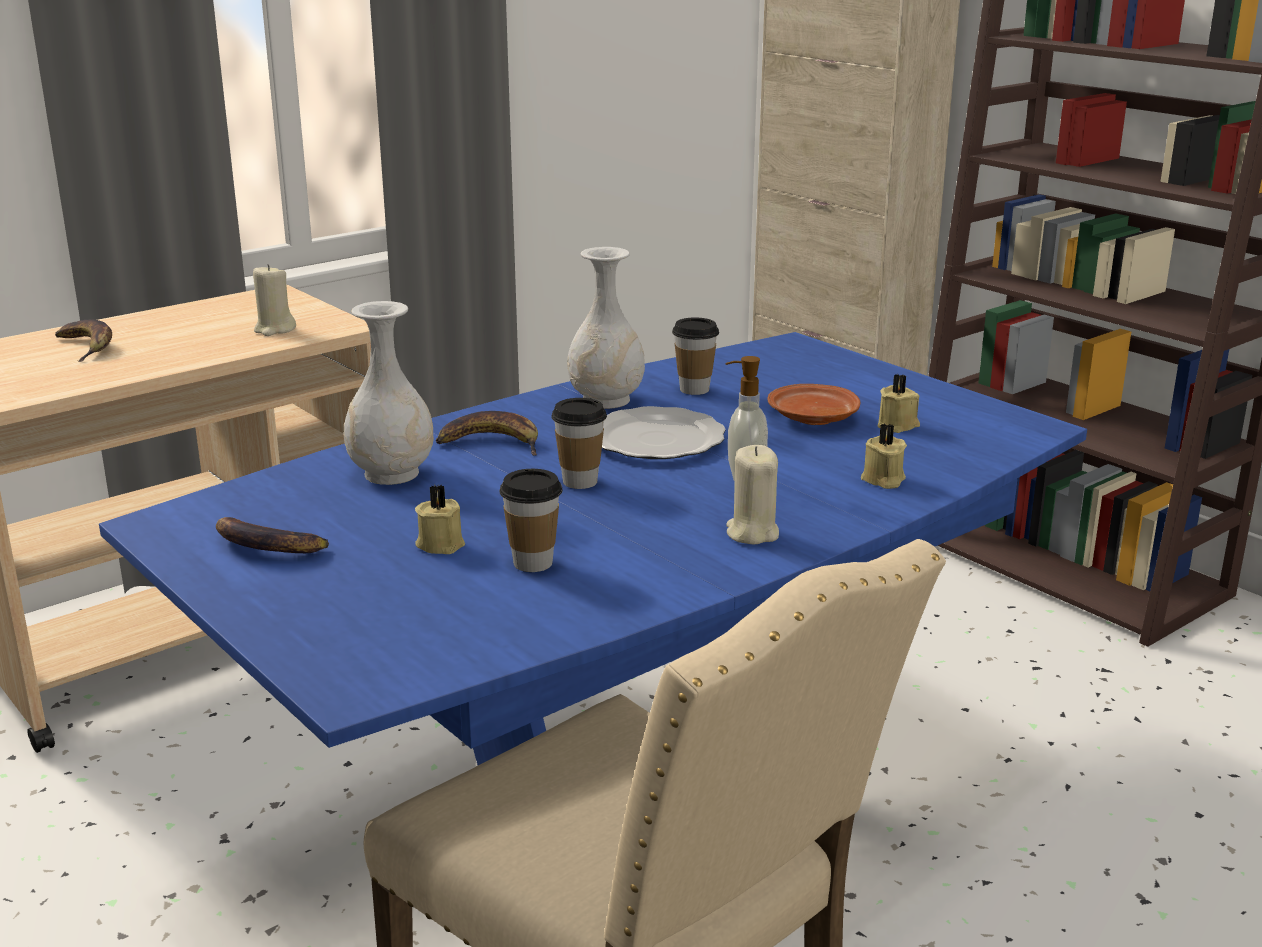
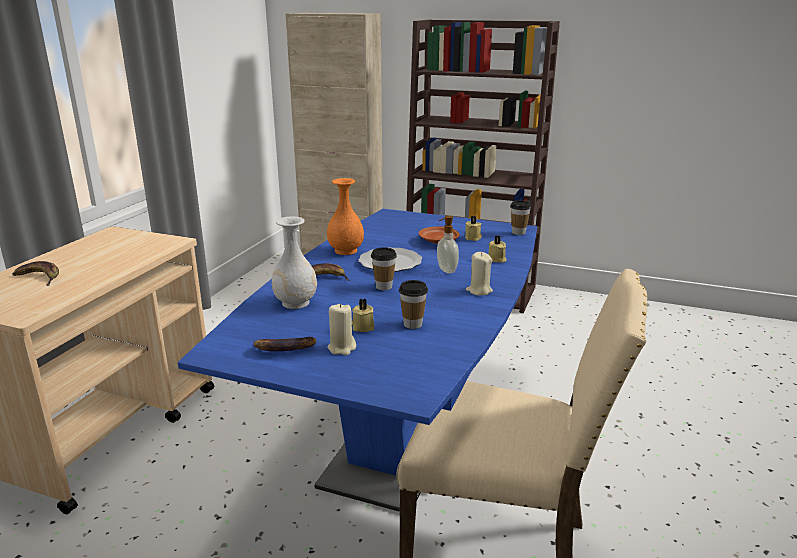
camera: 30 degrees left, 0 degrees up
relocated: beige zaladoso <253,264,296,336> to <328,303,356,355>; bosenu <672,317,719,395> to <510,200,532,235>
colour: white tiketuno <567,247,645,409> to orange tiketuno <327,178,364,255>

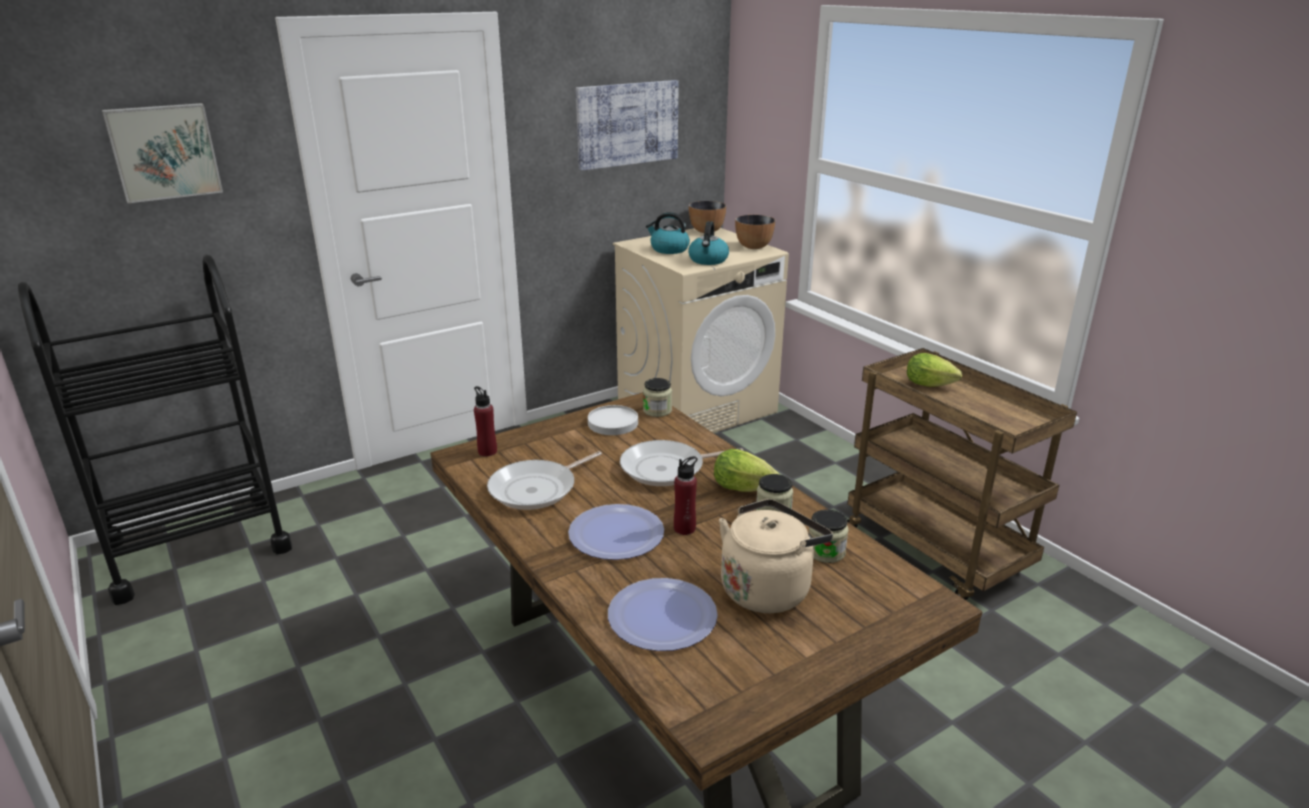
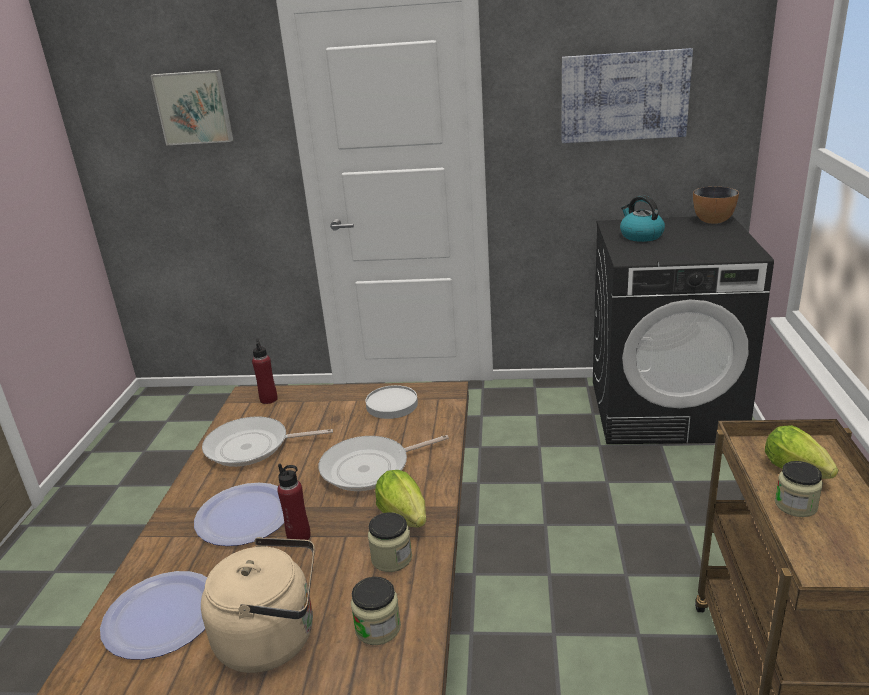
camera: 40 degrees right, 0 degrees up
missing: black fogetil <18,255,292,605>; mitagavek <688,221,729,265>; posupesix <735,215,775,249>
relocated: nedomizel <643,378,672,417> to <775,461,823,517>
colour: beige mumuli <613,228,789,433> to black mumuli <593,216,774,444>
spun: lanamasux <620,440,744,486> = <319,435,449,491> 45 degrees counterclockwise

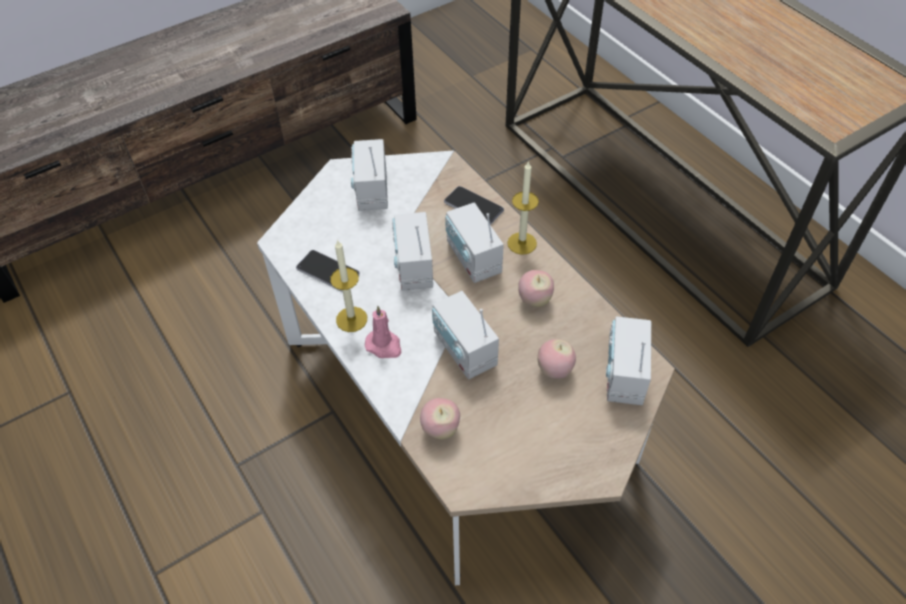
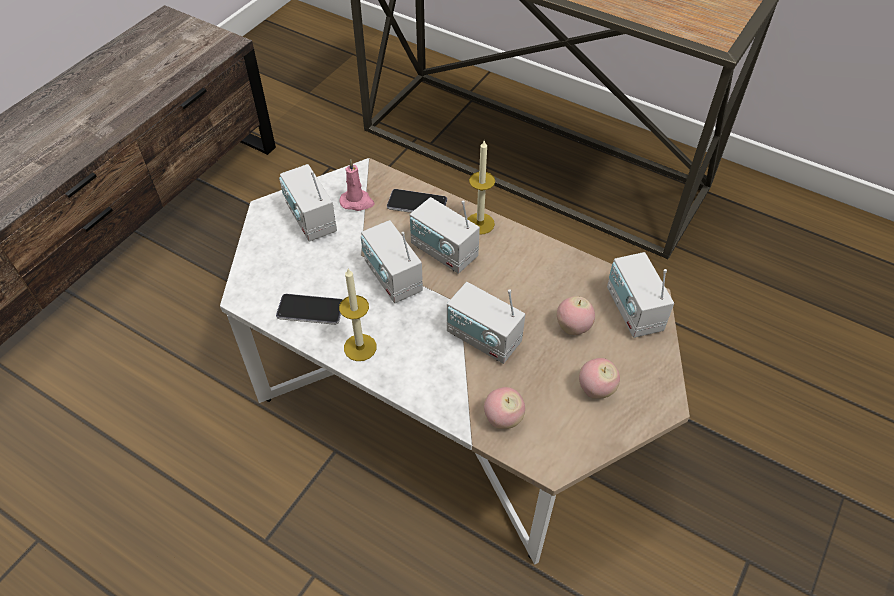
camera: 25 degrees left, 0 degrees up
relocated: pink zaladoso <365,306,402,358> to <339,159,375,211>; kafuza <518,270,554,307> to <579,358,620,399>

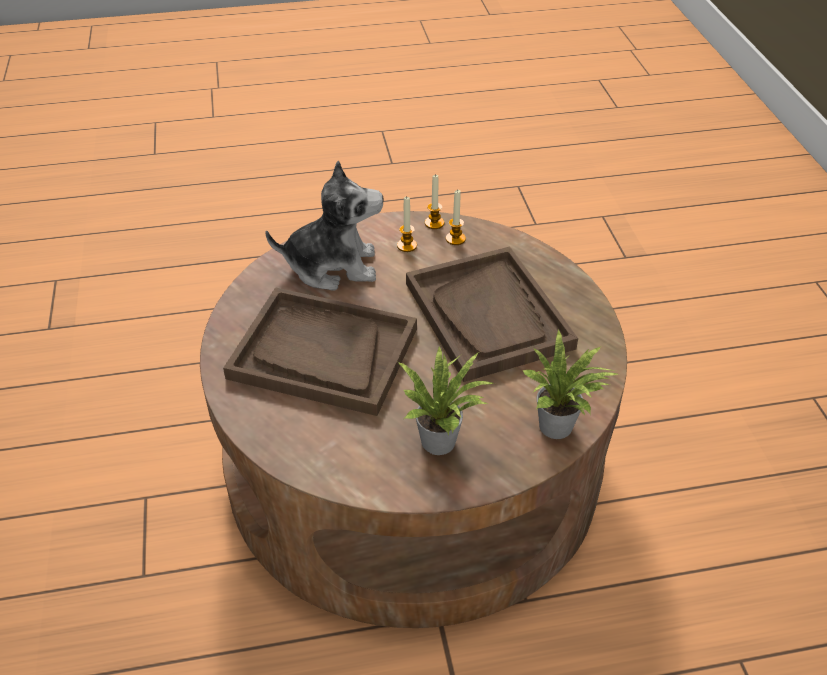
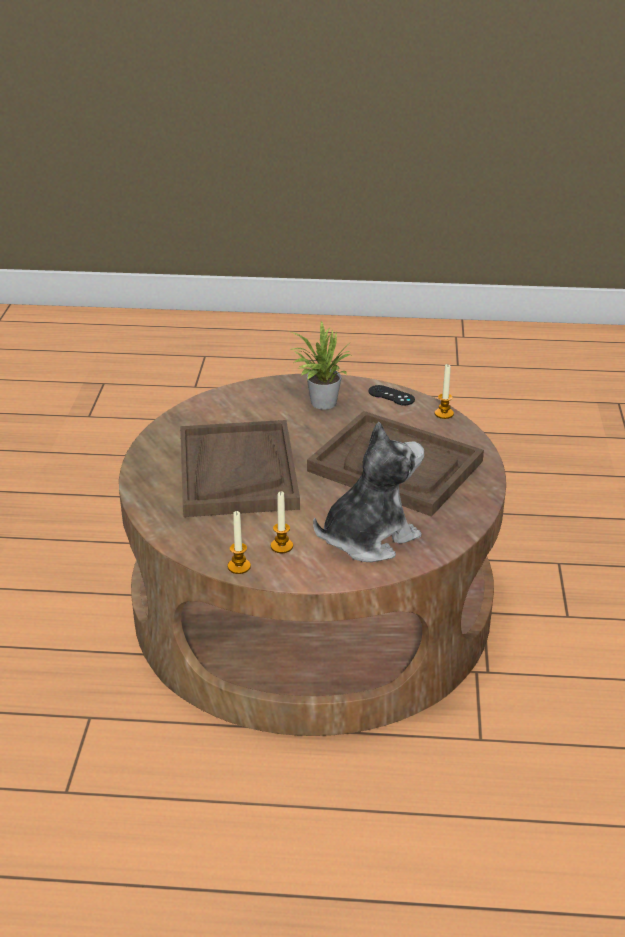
camera: 165 degrees left, 10 degrees down
missing: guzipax <523,330,618,439>
appeared: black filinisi <369,385,415,405>
relocated: zaladoso <446,189,466,245> to <435,364,454,419>
spun: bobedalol <265,161,384,290> = <313,422,424,562> 135 degrees clockwise

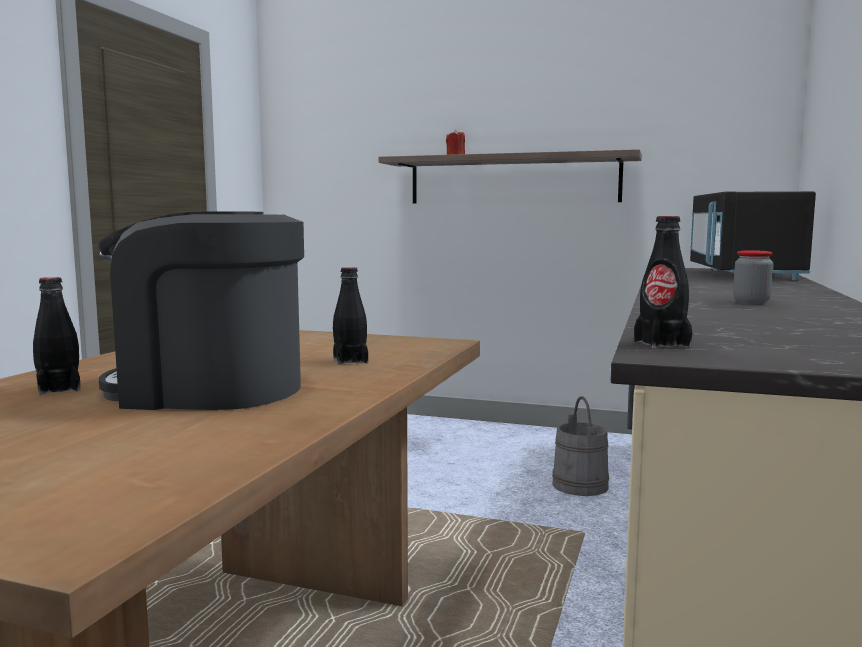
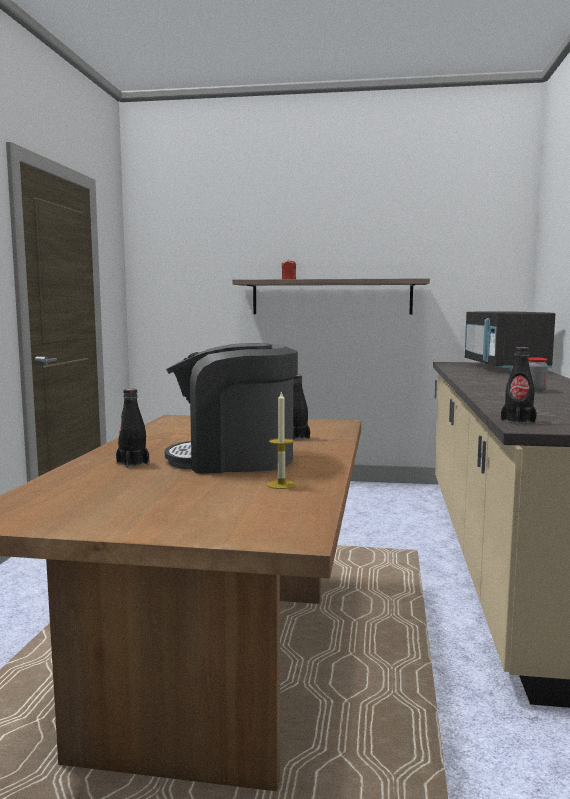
camera: 10 degrees left, 0 degrees up
missing: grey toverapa <552,396,609,496>
appeared: zaladoso <267,390,296,489>

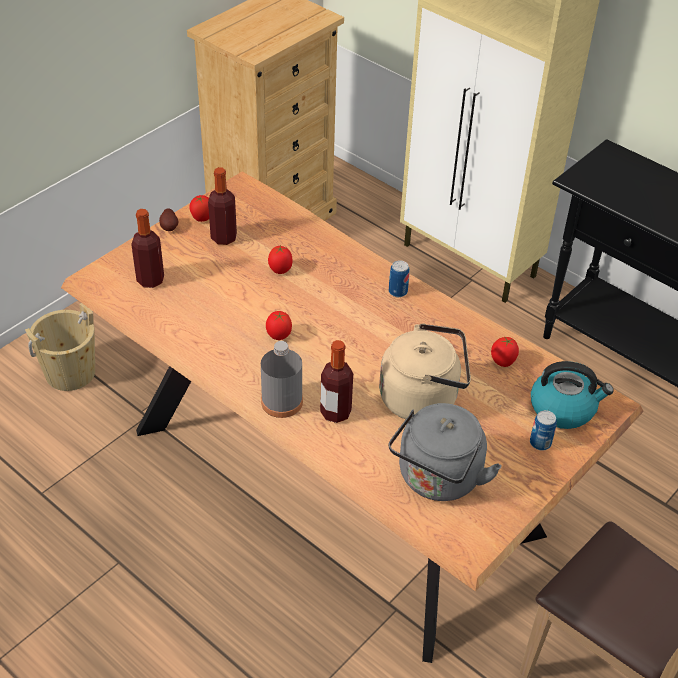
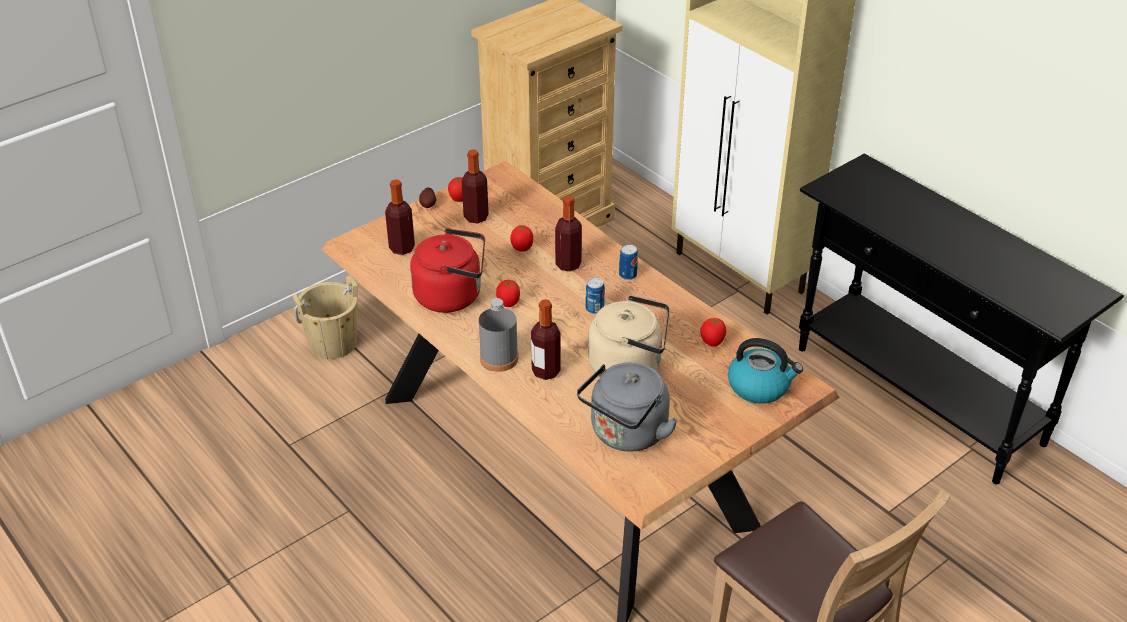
camera: 10 degrees right, 5 degrees down
appeared: red mitagavek <410,228,485,313>; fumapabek <555,195,582,271>
relocated: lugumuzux <530,410,557,450> to <586,278,605,314>

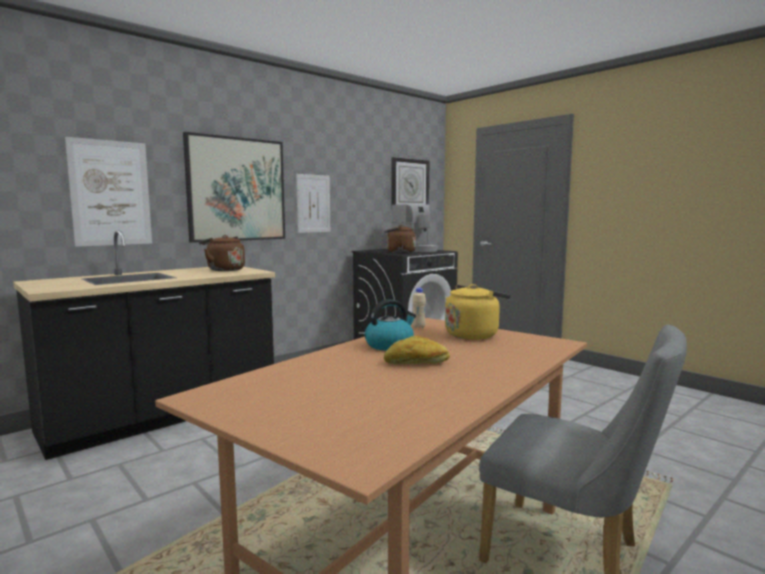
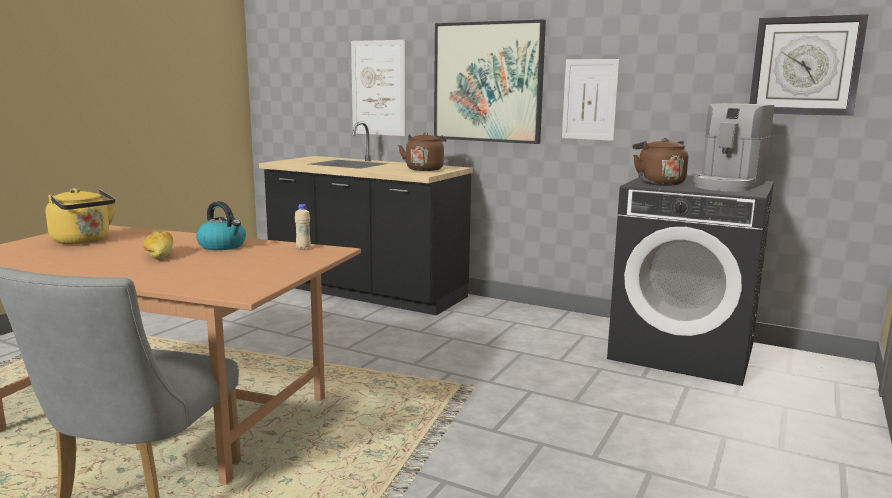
camera: 70 degrees right, 5 degrees up
relocated: yellow mitagavek <445,284,511,340> to <46,188,116,244>

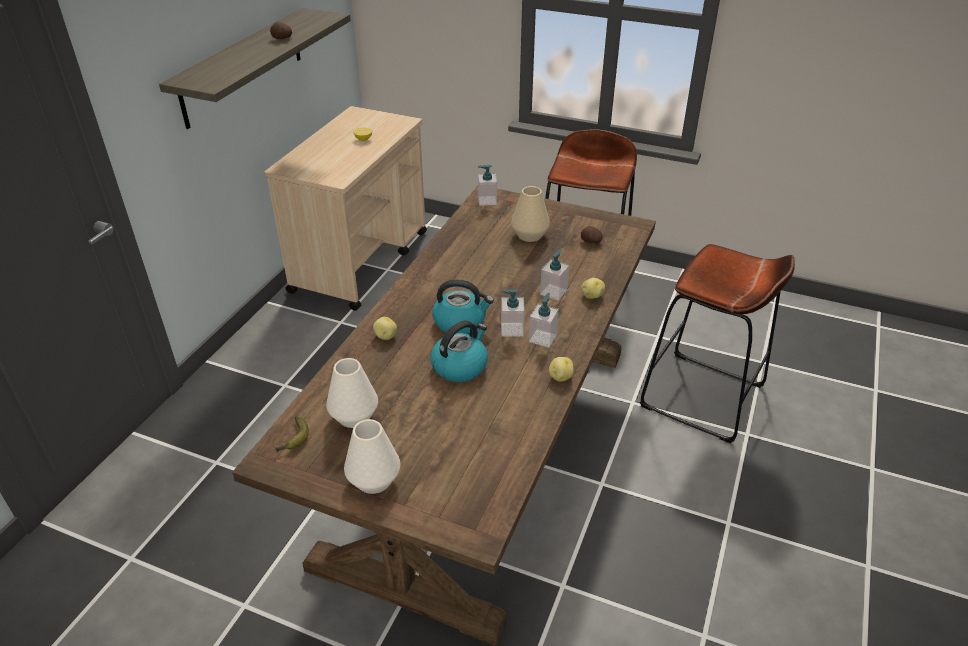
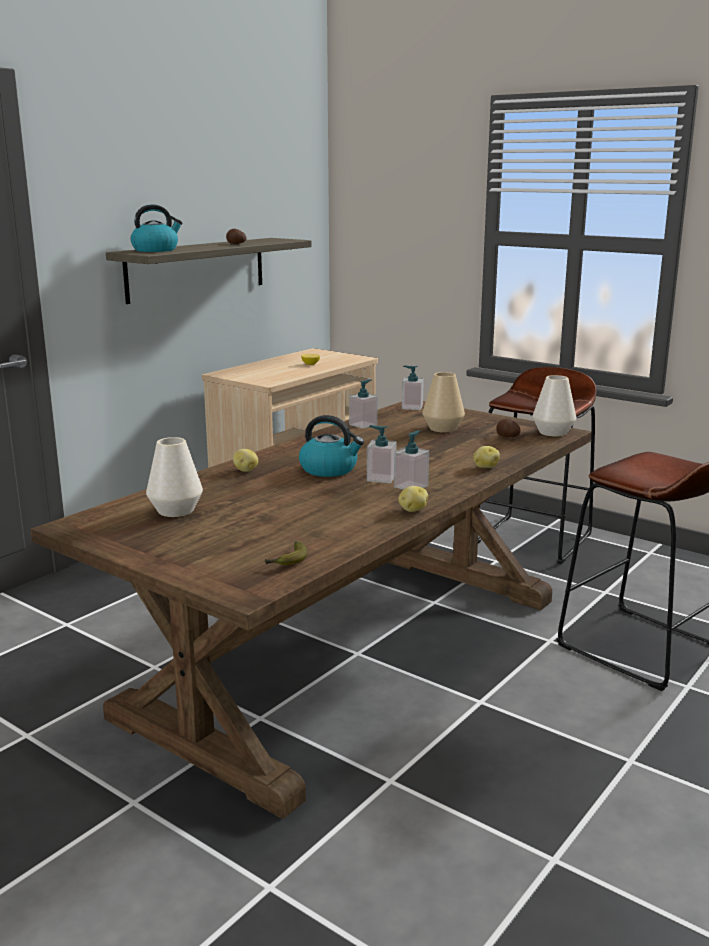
camera: 15 degrees right, 20 degrees down
relocated: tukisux <276,416,309,452> to <265,542,307,565>; white tiketuno <344,419,401,494> to <533,375,576,437>; mitagavek <430,320,488,382> to <131,204,182,252>; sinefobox <540,249,569,300> to <349,379,378,429>

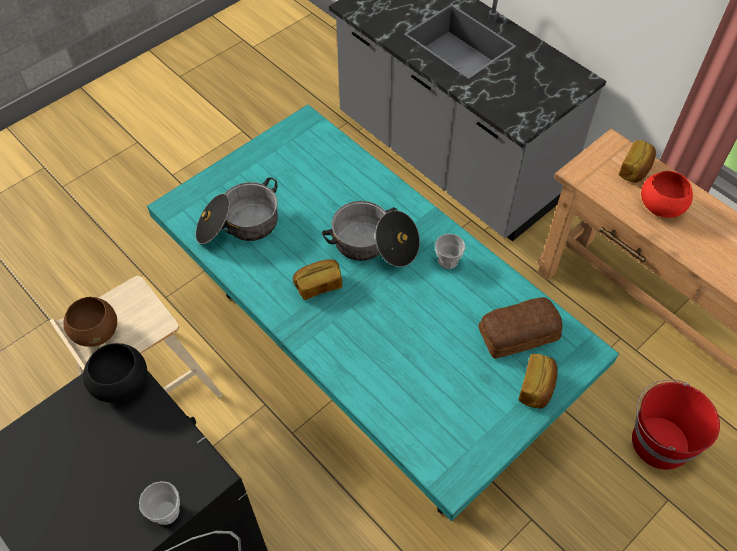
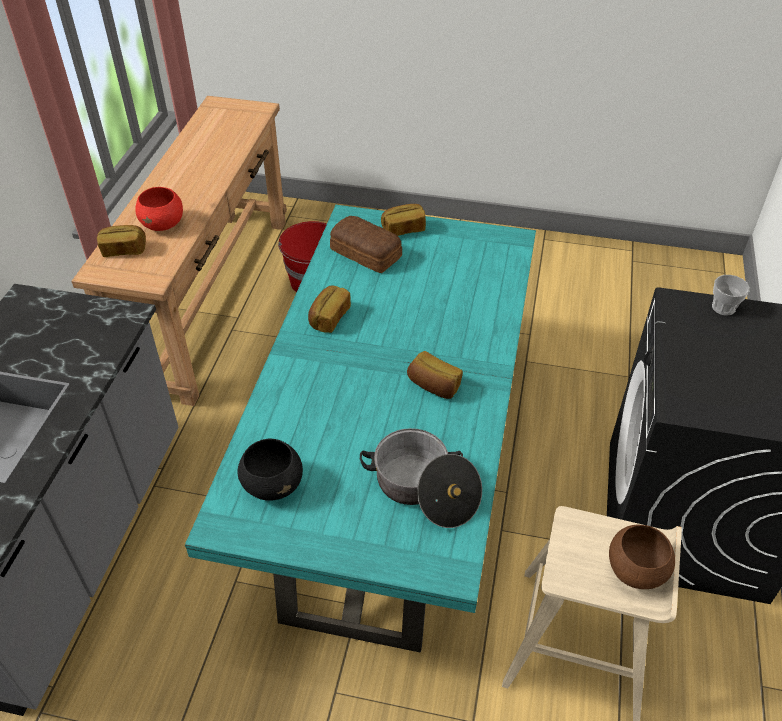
camera: 125 degrees left, 10 degrees down
missing: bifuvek <322,201,420,267>
relocated: black posupesix <83,343,147,403> to <237,439,303,501>
exchanged: bosenu <435,234,465,269> to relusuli <308,286,351,333>

